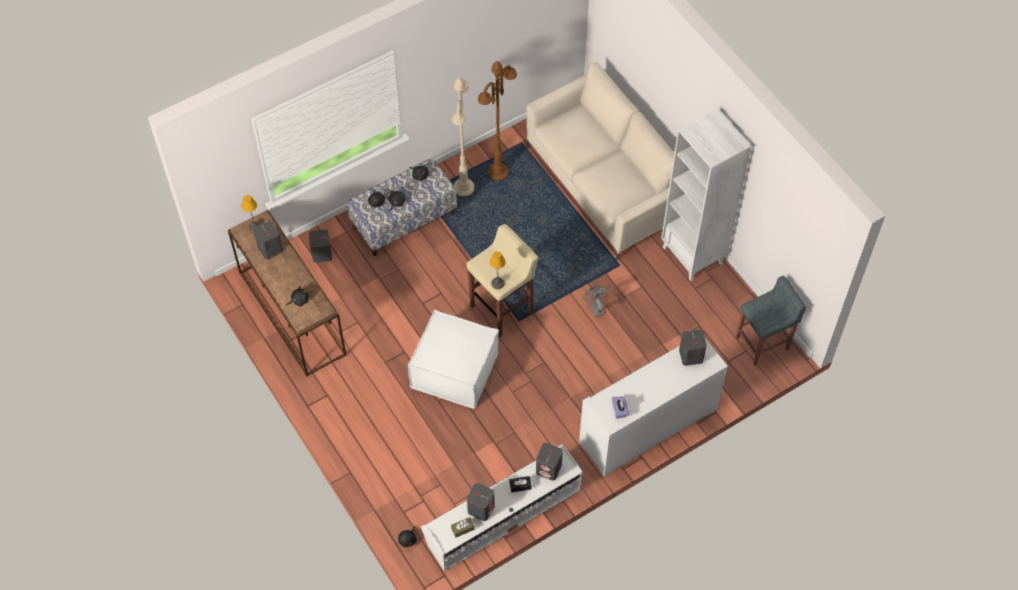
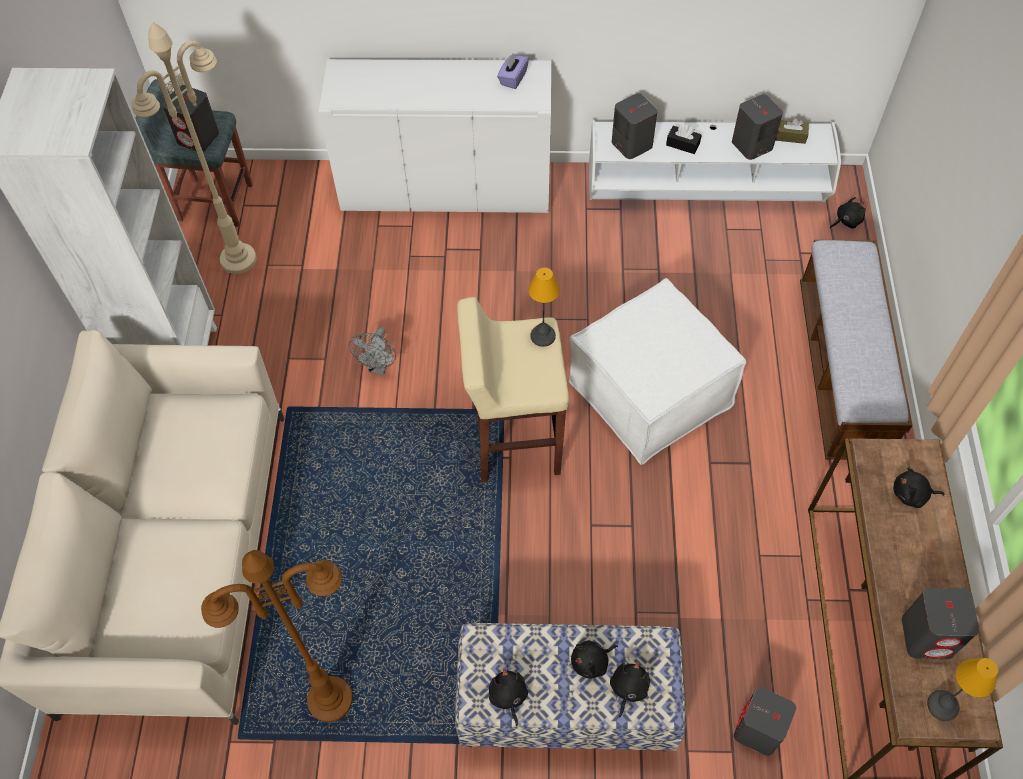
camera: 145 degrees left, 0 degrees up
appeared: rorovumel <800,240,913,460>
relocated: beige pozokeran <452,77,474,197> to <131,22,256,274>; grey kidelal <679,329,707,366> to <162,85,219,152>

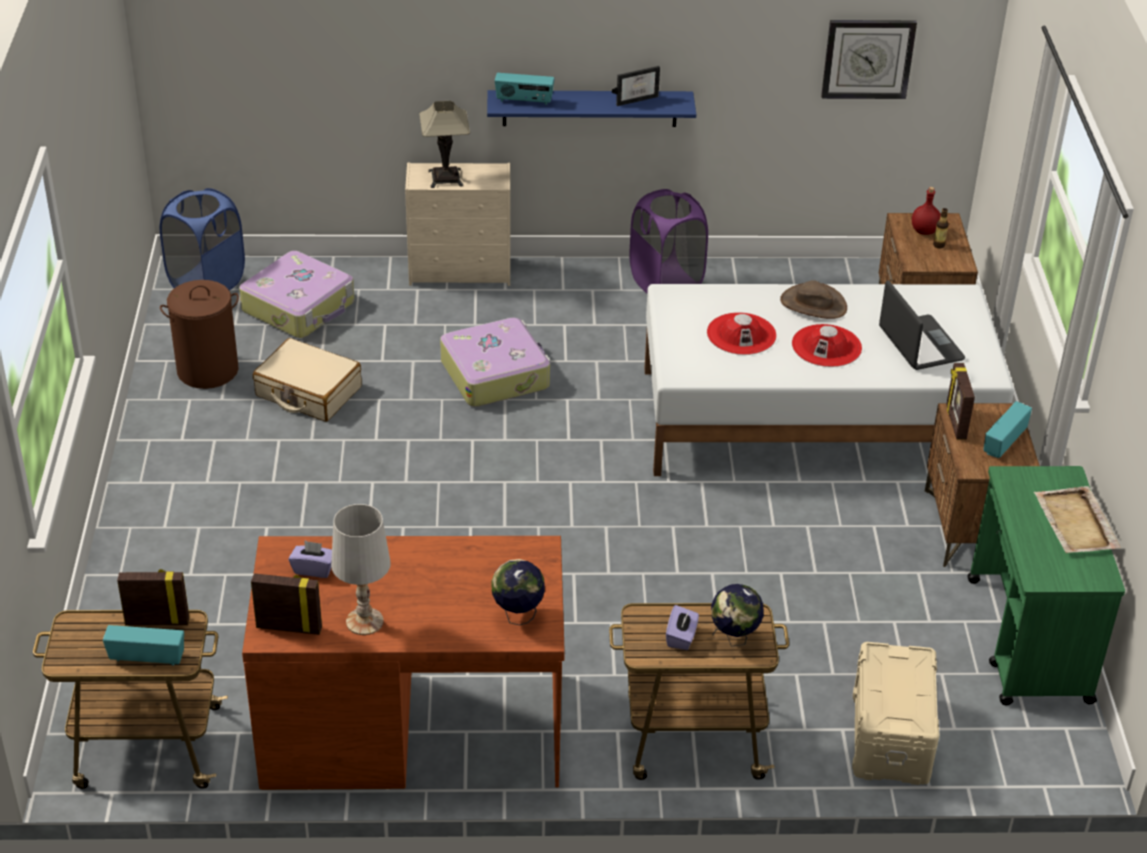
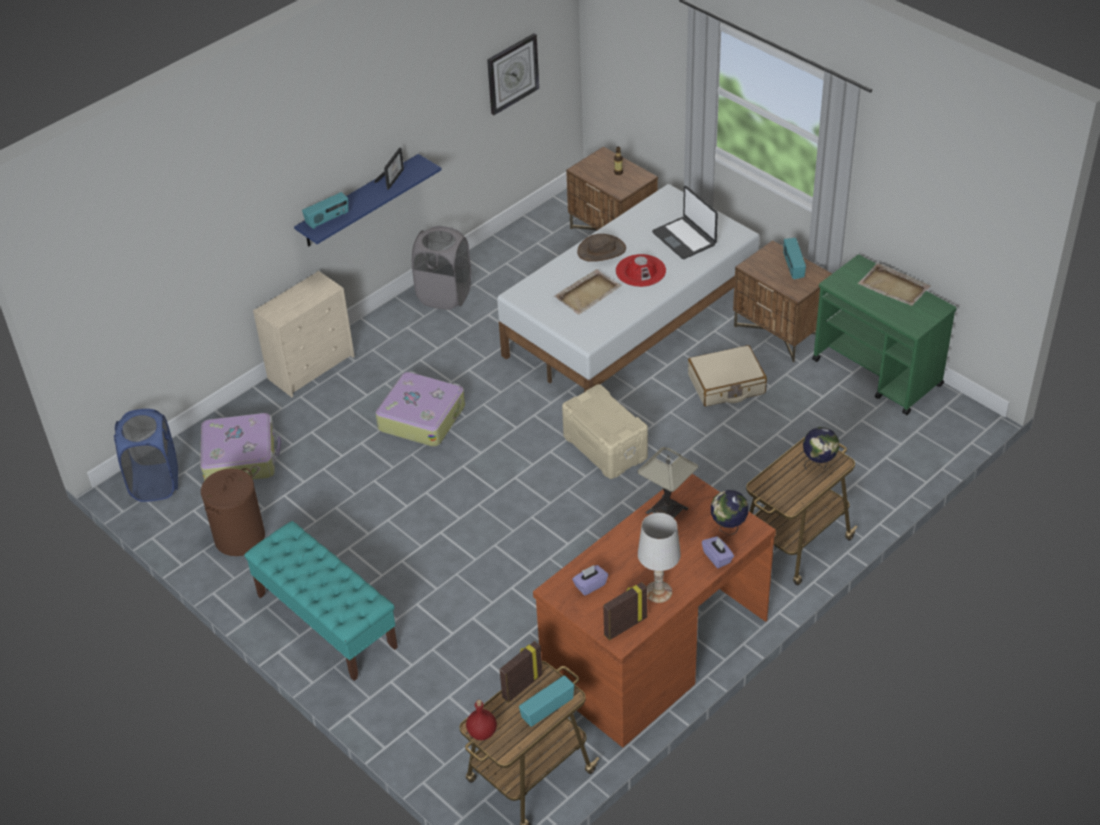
camera: 40 degrees left, 5 degrees up
missing: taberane <946,363,975,440>
appeared: turquoise rorovumel <244,521,398,681>
relocated: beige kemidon <253,338,362,422> to <688,345,767,406>; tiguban <419,101,470,188> to <637,447,698,518>; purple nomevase <666,605,699,650> to <702,536,734,568>; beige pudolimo <852,642,940,785> to <562,384,648,479>; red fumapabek <912,187,941,235> to <466,700,497,740>
exchanged: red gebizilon <707,312,776,355> to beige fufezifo <554,269,622,315>
colour: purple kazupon <629,189,708,294> to grey kazupon <412,226,471,310>
spun: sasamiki <879,280,965,370> = <652,186,718,259> 150 degrees counterclockwise

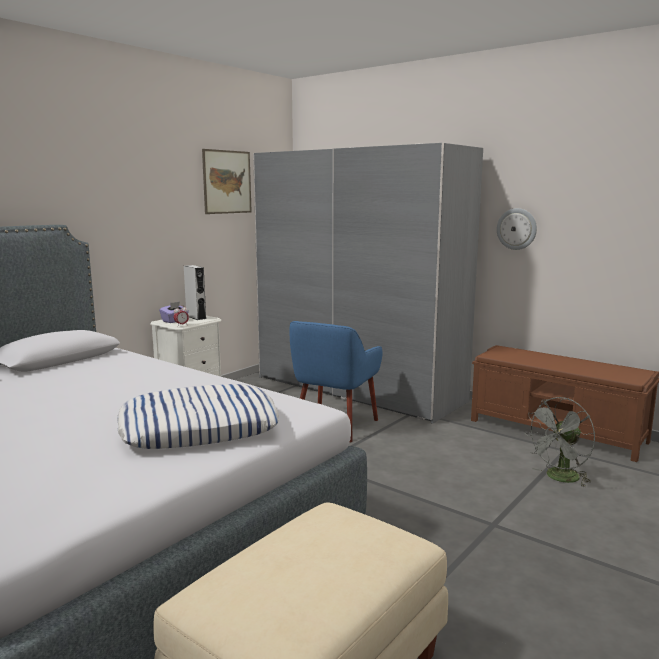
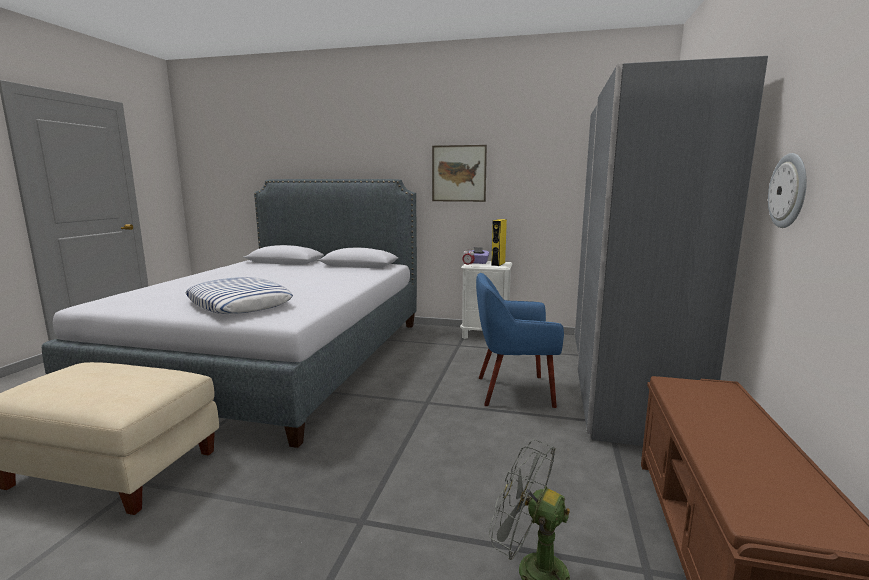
camera: 65 degrees right, 0 degrees up
relocated: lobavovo <202,149,252,214> to <432,145,487,202>
colour: grey kidelal <184,265,206,320> to yellow kidelal <491,219,507,266>

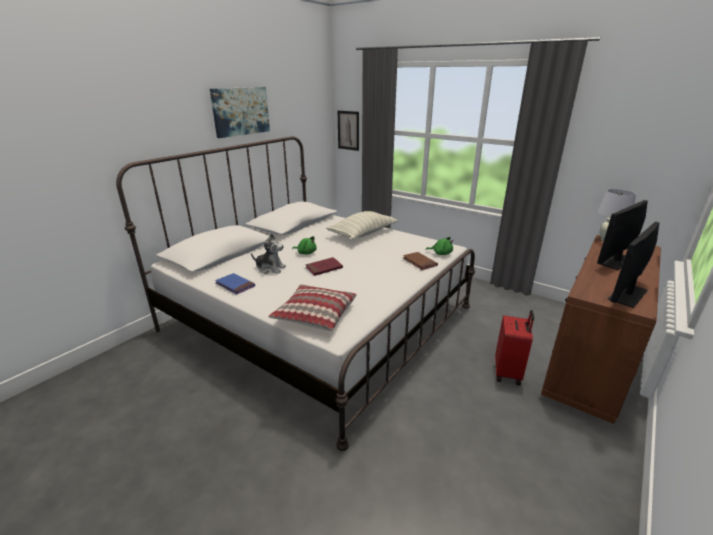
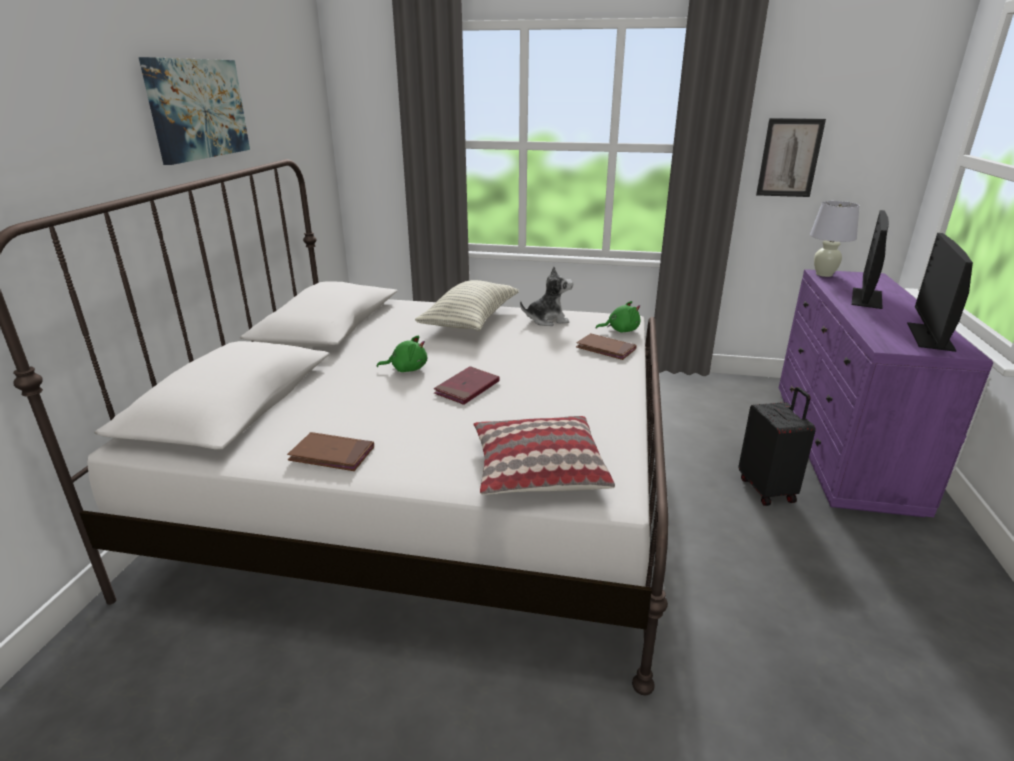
camera: 25 degrees left, 0 degrees up
relocated: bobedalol <251,233,286,274> to <520,266,573,326>; lobavovo <338,111,359,151> to <756,118,826,197>
colour: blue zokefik <215,273,255,295> to brown zokefik <287,432,374,471>; red kemidon <495,310,534,385> to black kemidon <739,387,816,506>; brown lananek <541,235,661,424> to purple lananek <779,269,993,517>

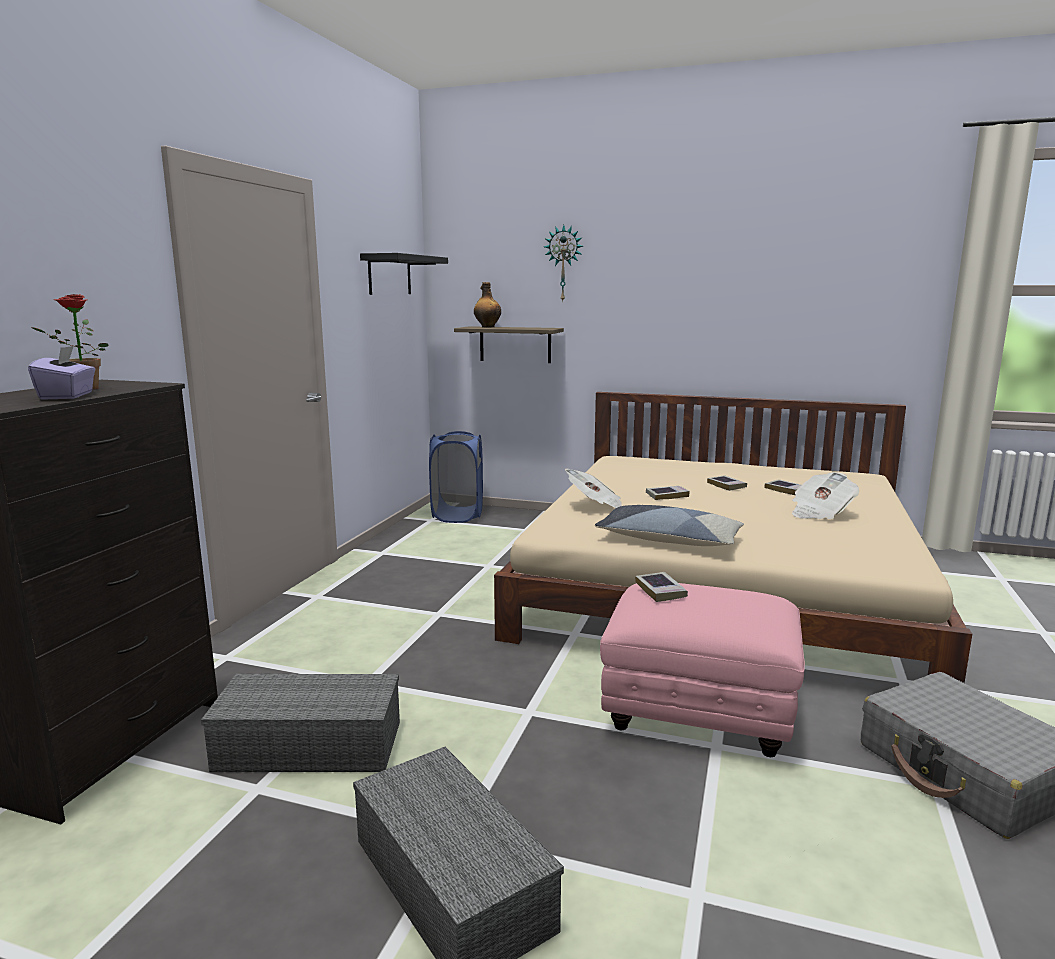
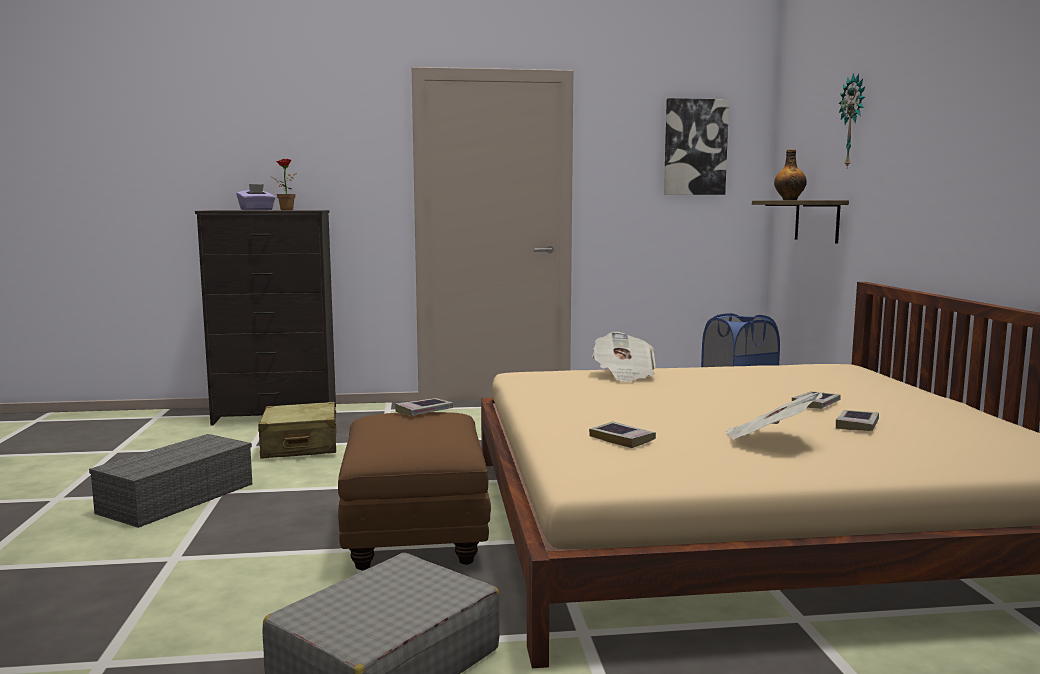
camera: 65 degrees right, 5 degrees down
missing: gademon <595,505,744,546>
relocated: zokefik <646,486,690,500> to <589,421,656,448>
exchanged: grey pudolimo <201,674,400,772> to beige kemidon <258,402,337,458>; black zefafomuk <360,253,448,295> to lobavovo <664,98,729,195>
colour: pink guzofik <600,583,805,757> to brown guzofik <338,412,491,570>

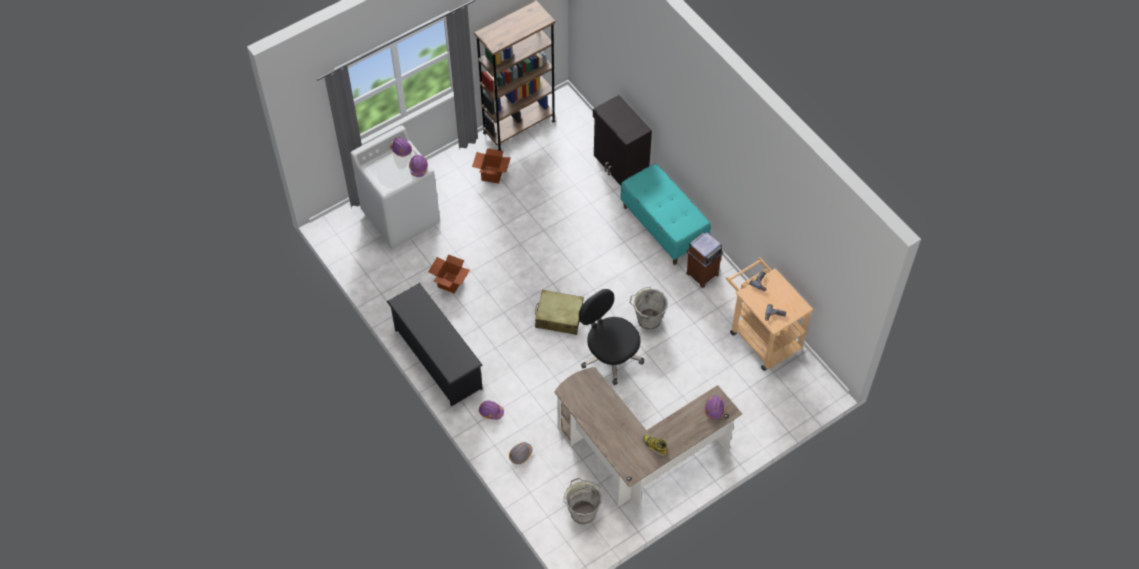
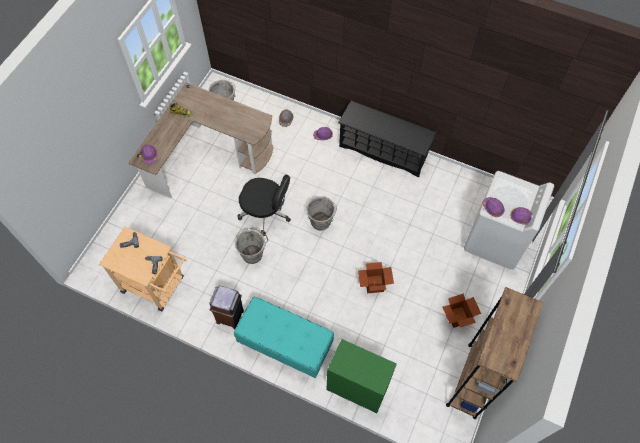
camera: 150 degrees right, 5 degrees up
relocated: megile <428,254,470,294> to <358,262,394,293>
exchanged: beige kemidon <535,290,584,335> to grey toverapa <306,196,337,231>
colour: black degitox <593,95,652,186> to green degitox <327,339,397,413>

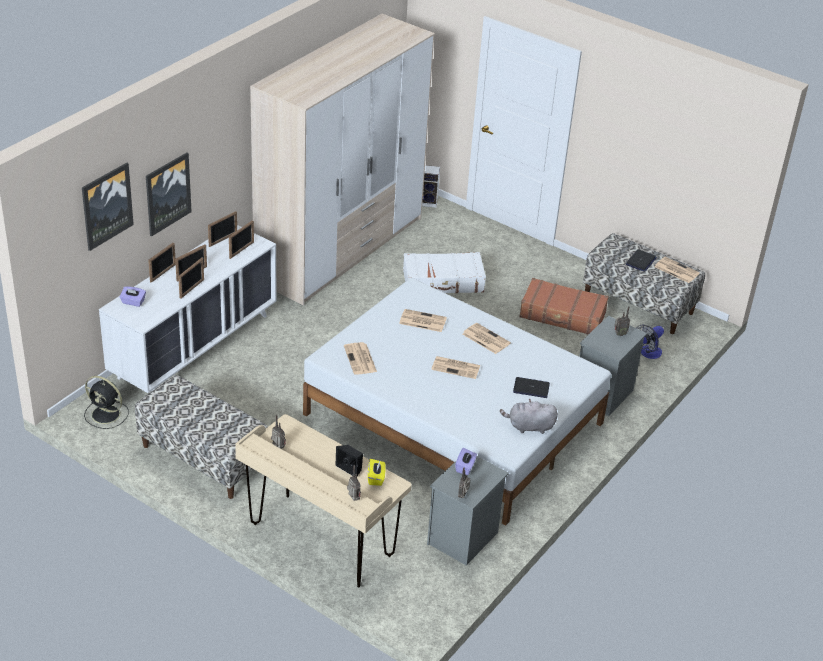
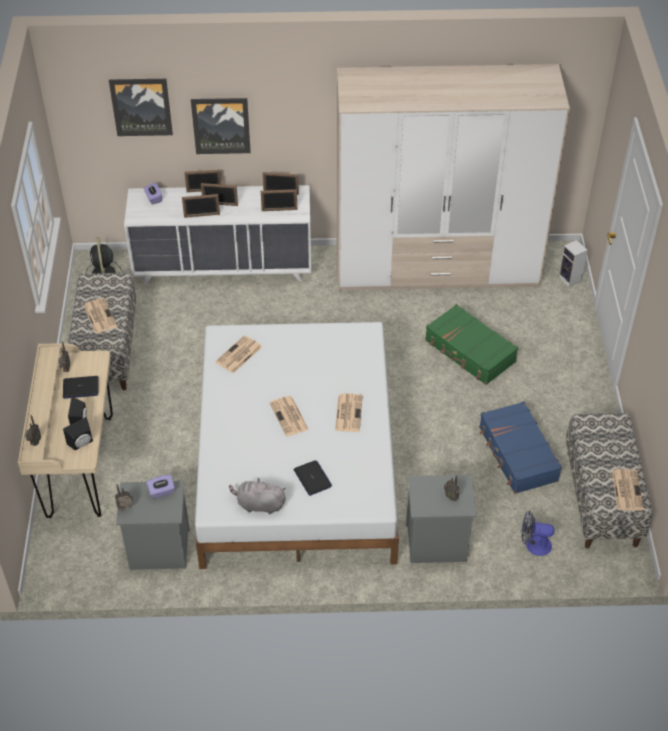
camera: 55 degrees right, 10 degrees up
relocated: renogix <399,309,447,332> to <83,298,117,334>; sasamiki <626,249,657,272> to <63,376,98,399>
exchanged: yellow nomevase <368,459,386,486> to black kidelal <63,417,93,450>
colour: white kemidon <403,252,486,293> to green kemidon <425,304,518,385>; brown kemidon <519,278,609,334> to blue kemidon <479,401,562,494>
spun: grey bobedalol <500,399,558,434> = <229,477,286,515> 45 degrees counterclockwise

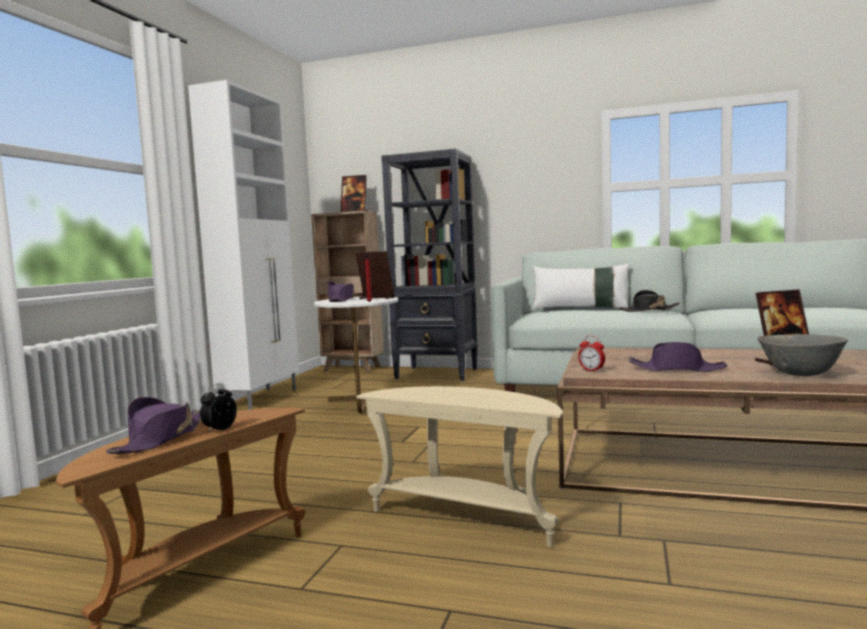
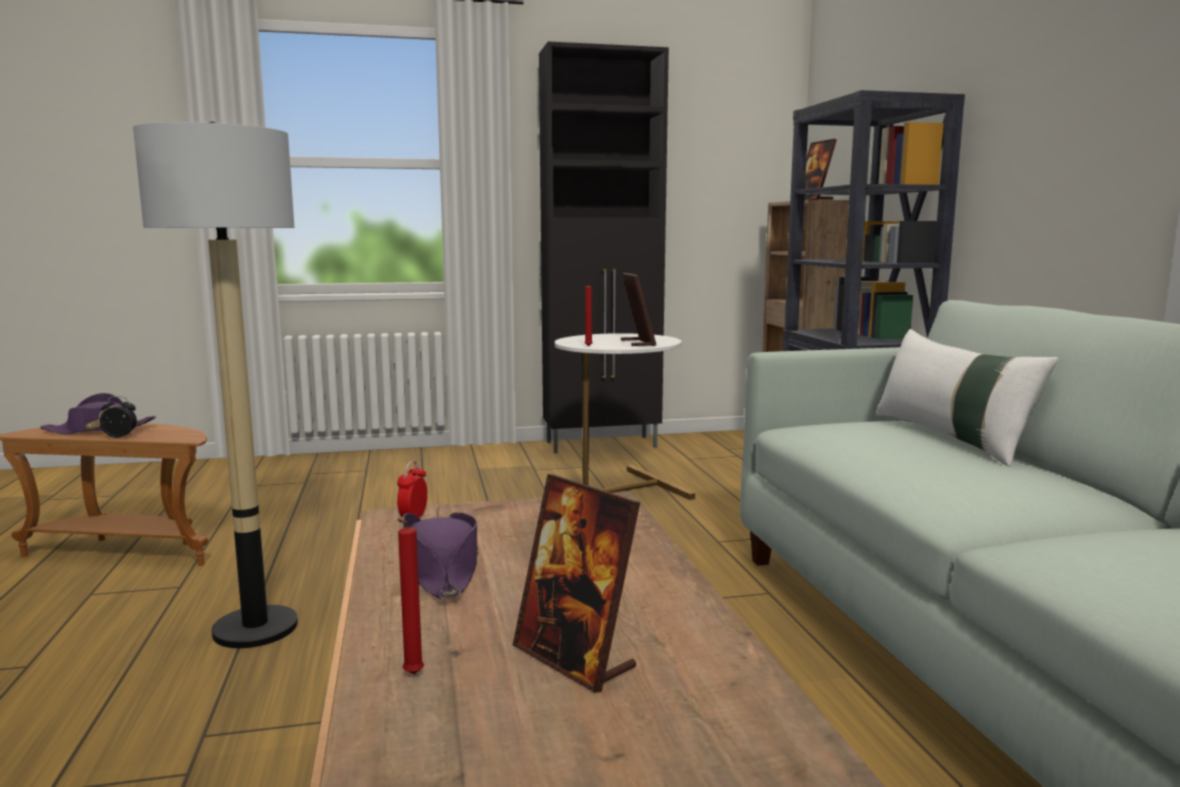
camera: 60 degrees right, 5 degrees up
missing: purple gebizilon <327,281,354,302>; black gebizilon <618,290,680,312>
exchanged: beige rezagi <356,386,563,547> to pozokeran <133,121,298,648>; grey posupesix <757,334,848,376> to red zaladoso <397,519,424,675>
colour: white degitox <188,80,299,410> to black degitox <539,42,669,454>

